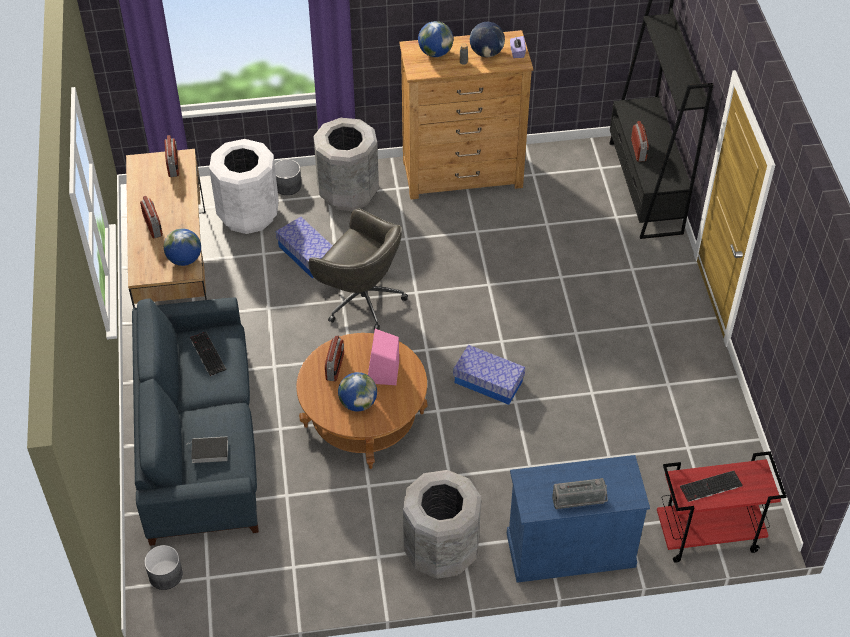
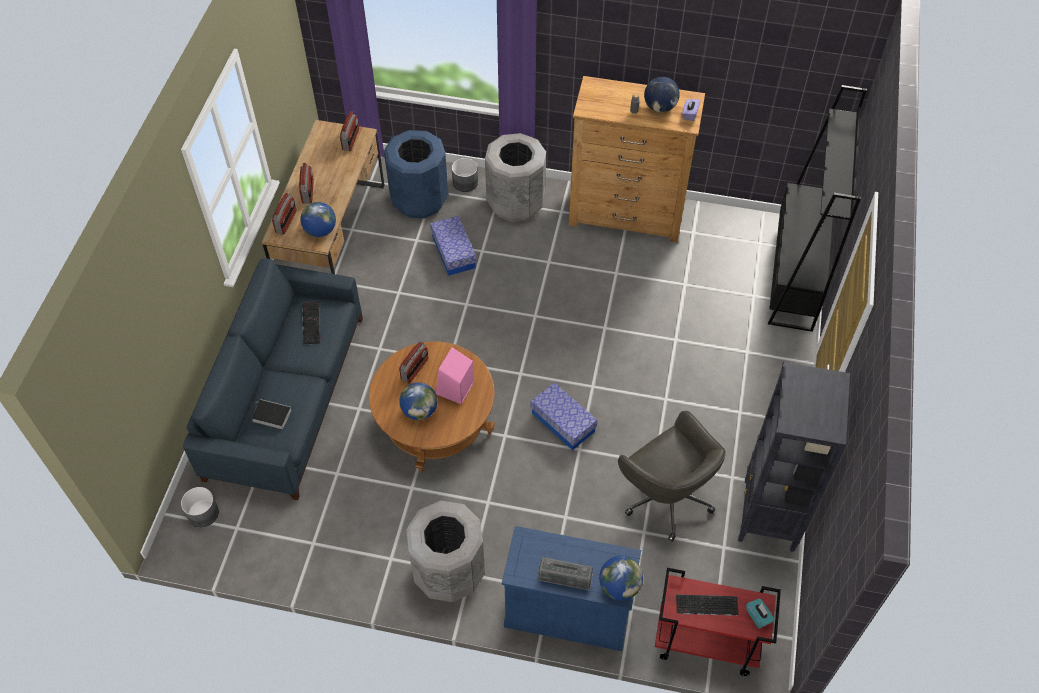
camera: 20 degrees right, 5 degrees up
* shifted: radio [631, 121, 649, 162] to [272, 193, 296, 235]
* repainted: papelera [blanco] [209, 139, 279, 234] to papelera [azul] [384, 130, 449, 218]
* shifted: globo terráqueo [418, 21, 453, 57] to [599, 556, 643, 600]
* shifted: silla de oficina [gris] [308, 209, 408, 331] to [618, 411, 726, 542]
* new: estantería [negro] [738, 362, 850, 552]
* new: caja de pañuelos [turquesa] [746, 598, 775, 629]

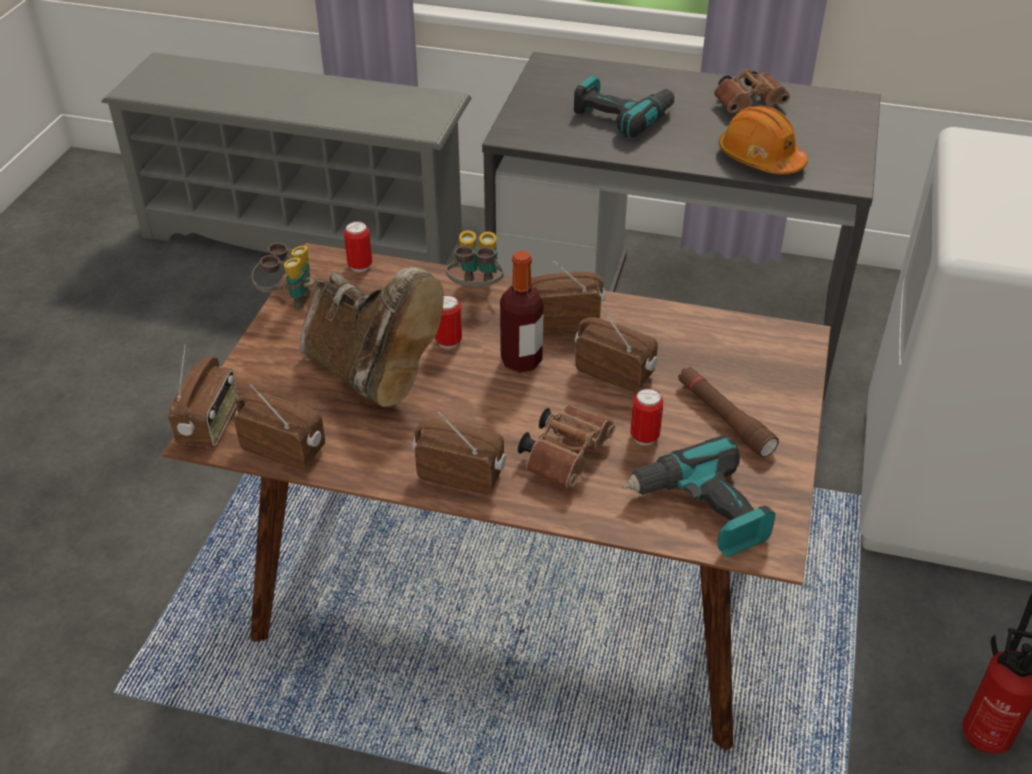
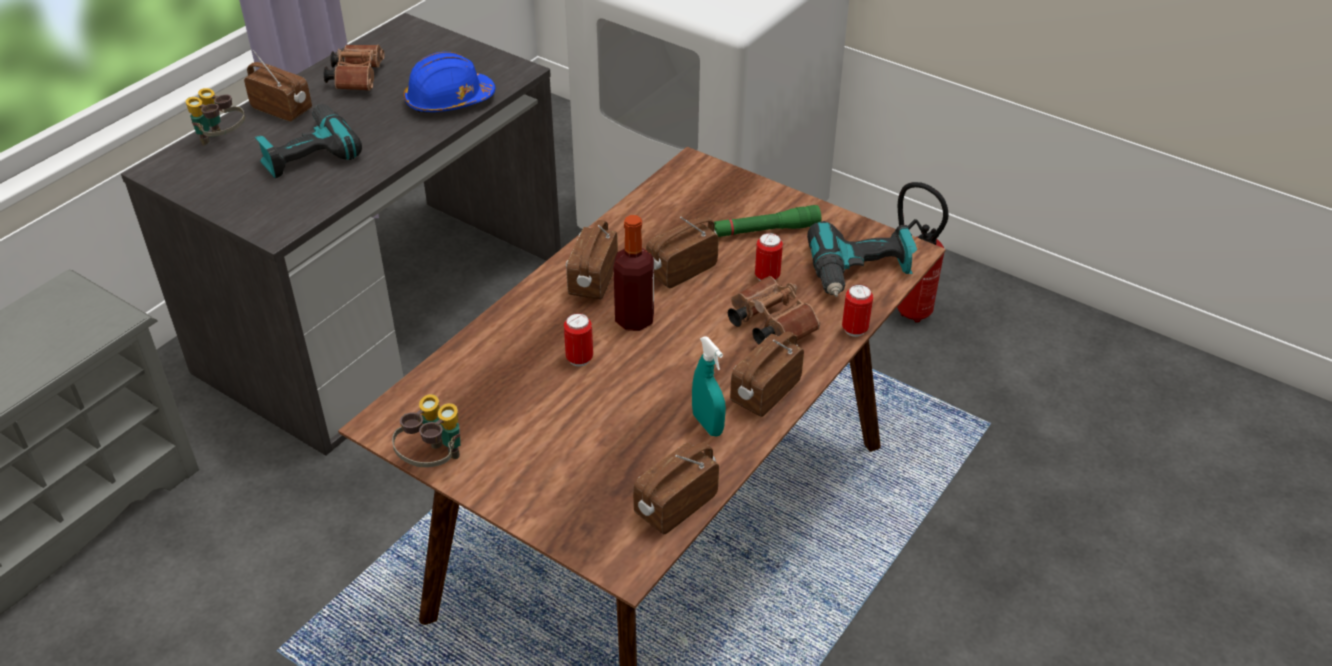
camera: 70 degrees left, 0 degrees up
* shifted: prismáticos [446, 230, 504, 287] to [186, 88, 245, 146]
* shifted: radio [168, 345, 238, 448] to [244, 50, 312, 121]
* repainted: casco [naranja] [719, 106, 808, 174] to casco [azul] [404, 52, 496, 113]
* new: pulverizador [turquesa] [692, 336, 726, 437]
* repainted: linterna [marrón] [678, 366, 779, 457] to linterna [verde] [714, 205, 821, 237]
* shifted: lata [344, 221, 372, 272] to [842, 284, 873, 337]
* gone: bota [marrón] [300, 267, 443, 407]

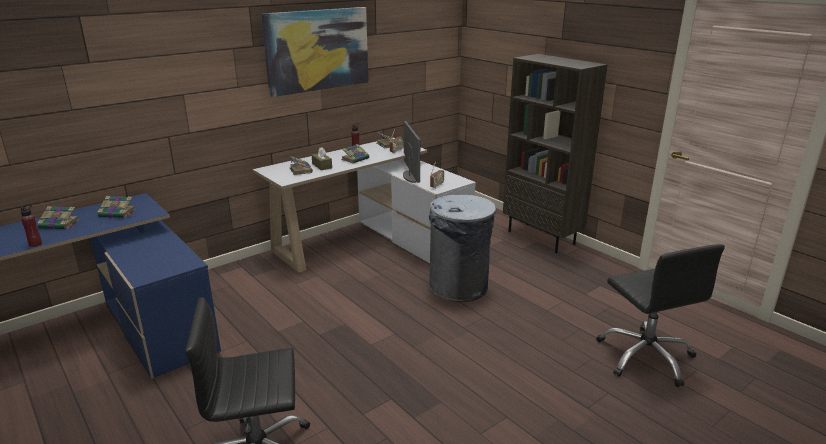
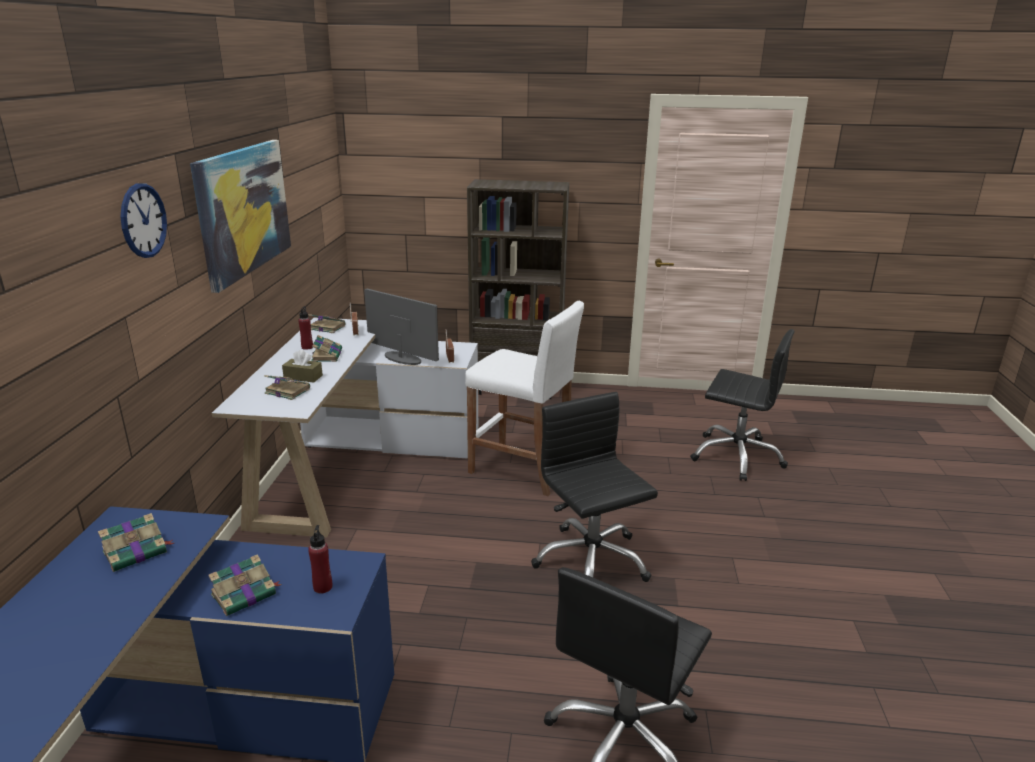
camera: 45 degrees left, 0 degrees up
* new: reloj de pared [121, 183, 167, 258]
* shifted: libro [38, 206, 79, 229] to [208, 554, 282, 616]
* shifted: botella [rojo] [20, 204, 42, 247] to [308, 525, 332, 594]
* swapped: papelera [gris] [429, 195, 496, 302] to taburete [blanco] [465, 301, 584, 496]
* new: silla de oficina [negro] [531, 392, 658, 582]

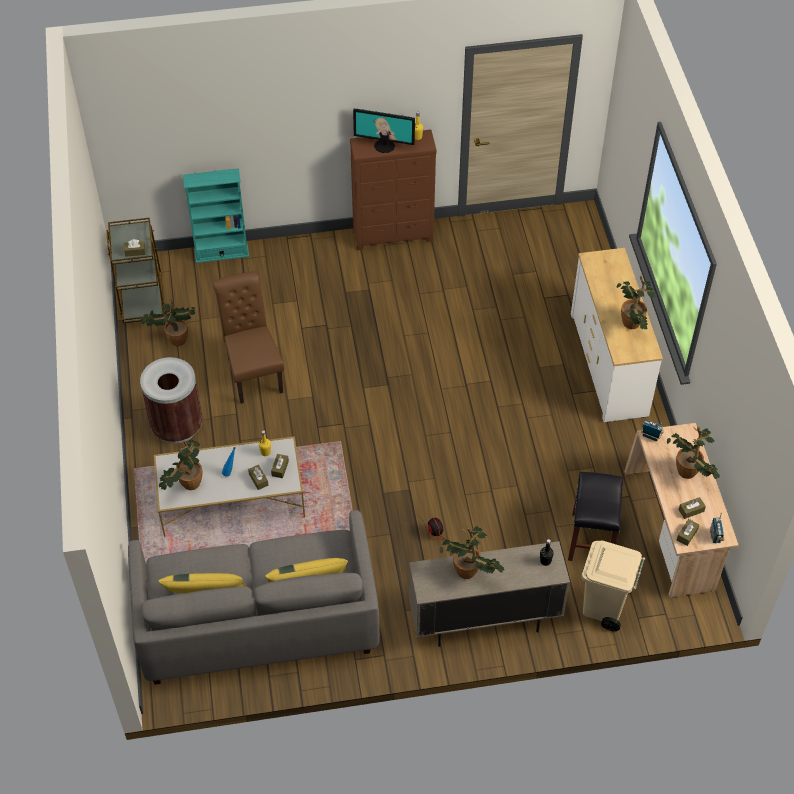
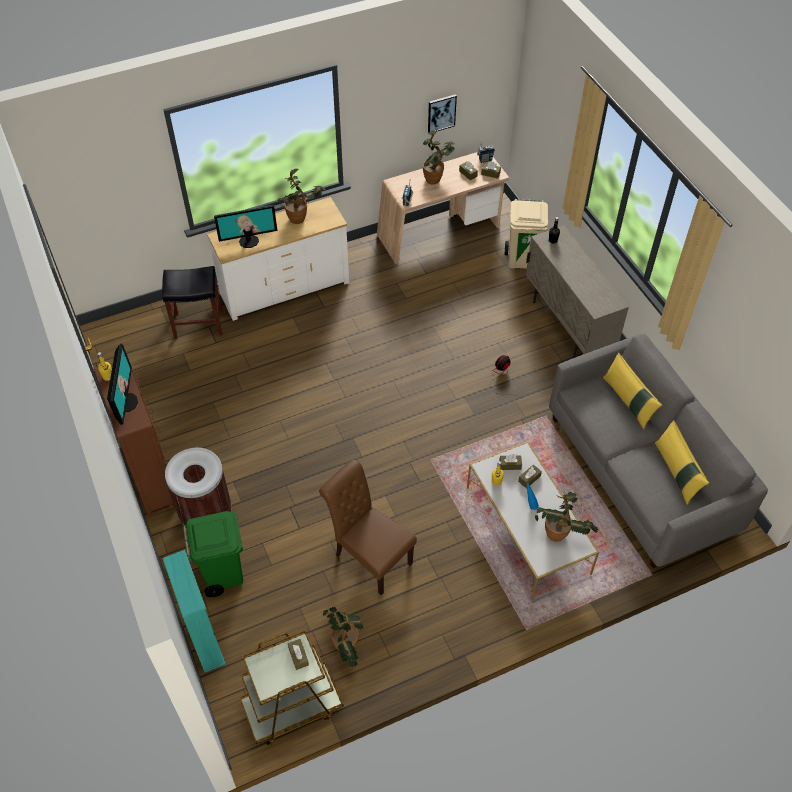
camera: 105 degrees left, 0 degrees up
* shifted: taburete [negro] [568, 472, 623, 561] to [162, 266, 222, 339]
* shifted: papelera [marrón] [140, 357, 202, 444] to [165, 447, 232, 525]
* new: papelera [verde] [183, 511, 243, 597]
* new: monitor [214, 205, 277, 248]
* rotated: silla [marrón] [213, 271, 284, 404] = [319, 459, 417, 595] 75 degrees clockwise
* new: cuadro [428, 94, 457, 133]
* gone: planta en maceta [440, 526, 504, 579]

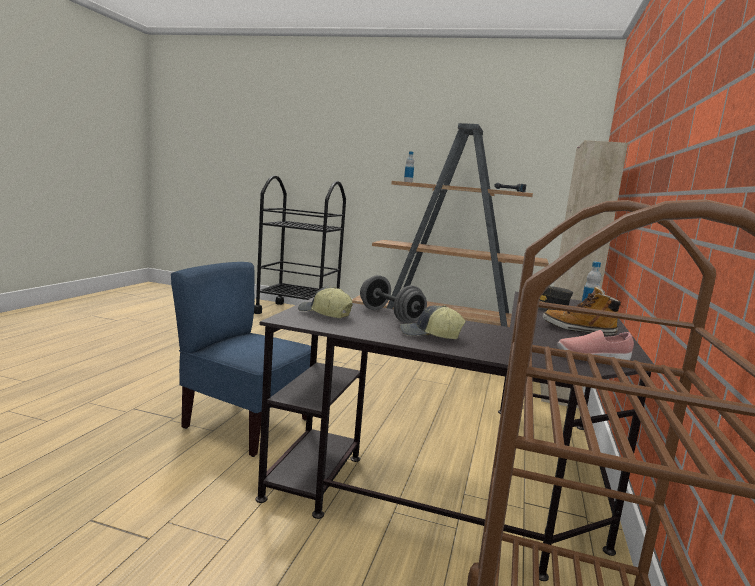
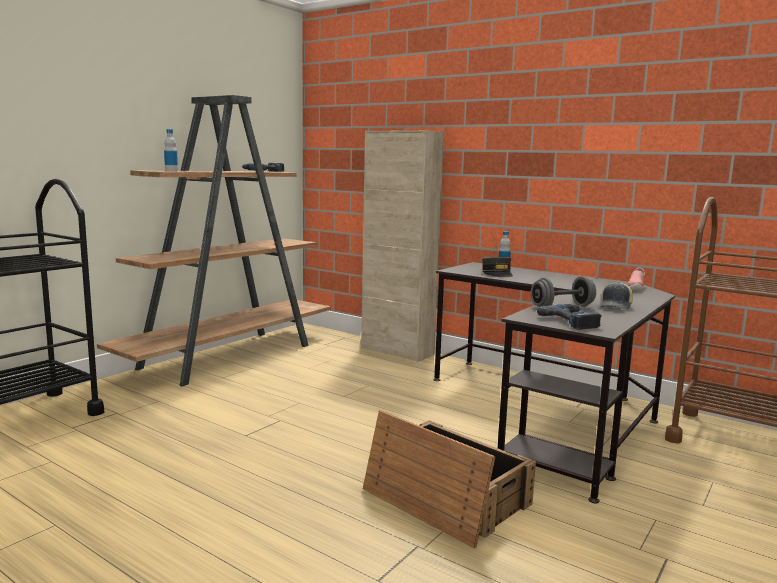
camera: 70 degrees left, 0 degrees up
* swapped: silla [azul] [171, 262, 311, 457] to caja de embalaje [363, 411, 536, 548]
* swapped: gorra [298, 286, 353, 318] to taladro [537, 304, 602, 330]
* gone: bota [543, 286, 622, 335]

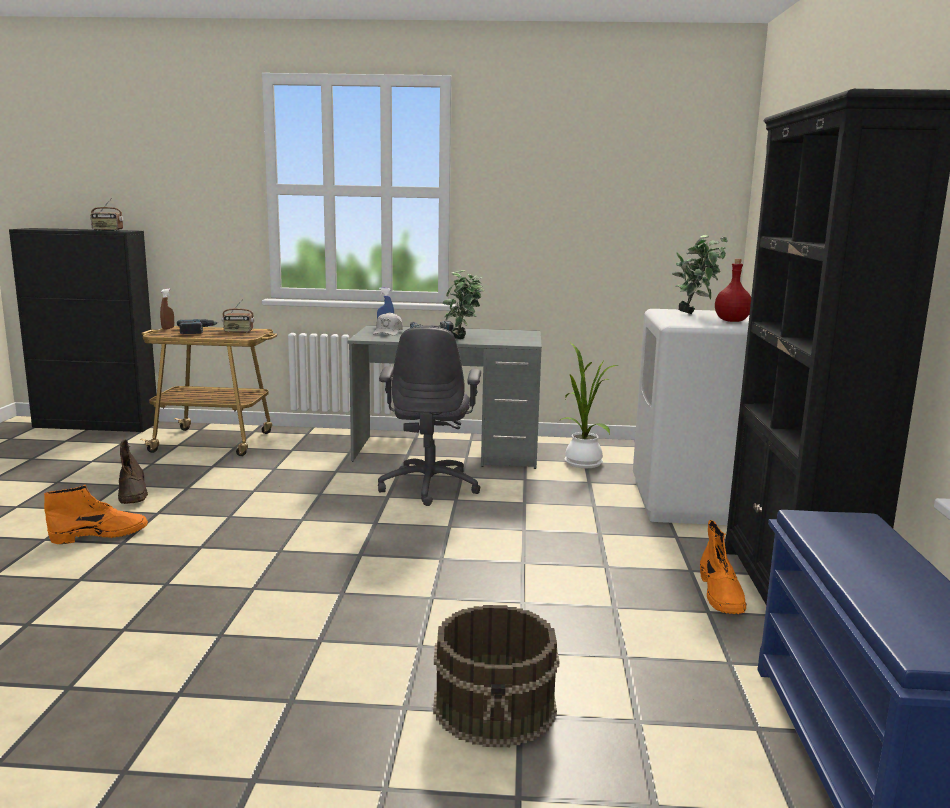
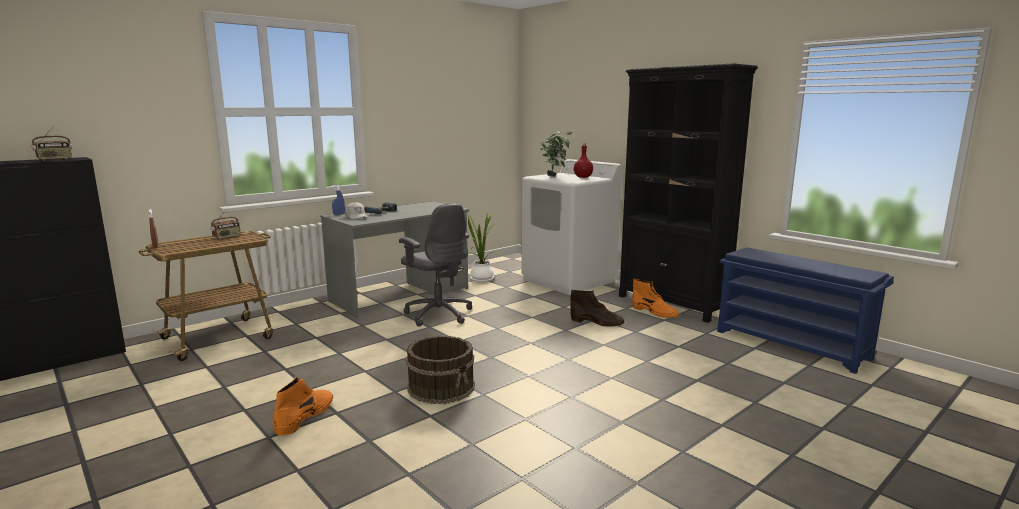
camera: 45 degrees left, 0 degrees up
* shifted: cubo [marrón] [433, 605, 560, 747] to [406, 336, 475, 404]
* shifted: bota [marrón] [118, 440, 148, 504] to [570, 290, 625, 327]
* gone: taladro [177, 319, 218, 334]
* gone: planta en maceta [442, 270, 484, 339]

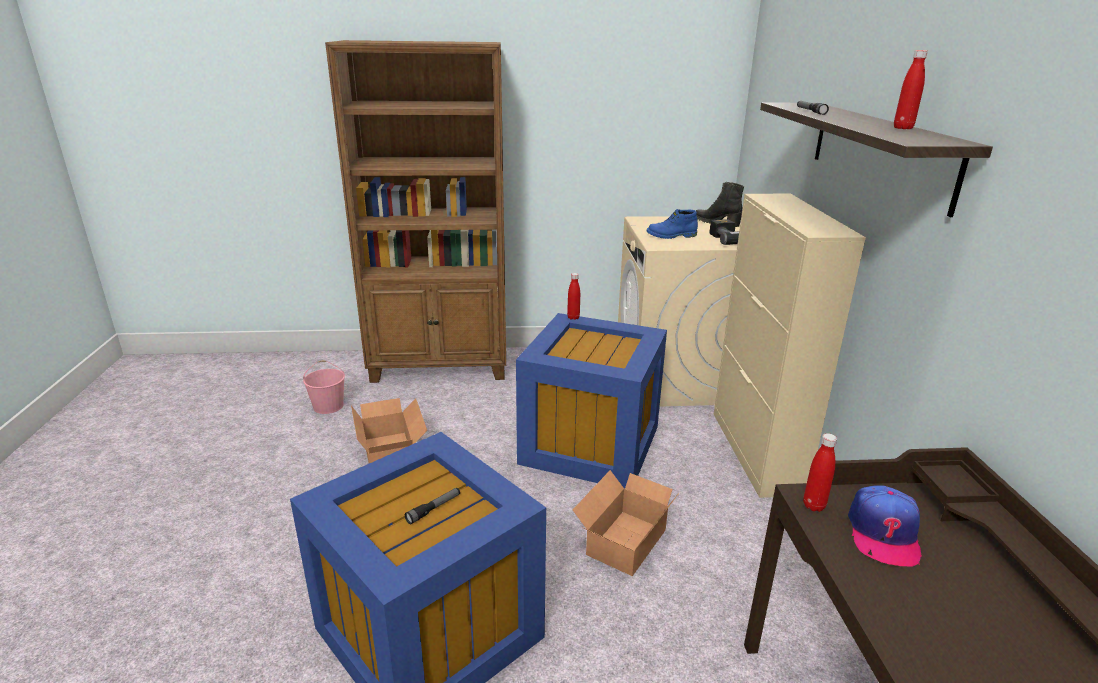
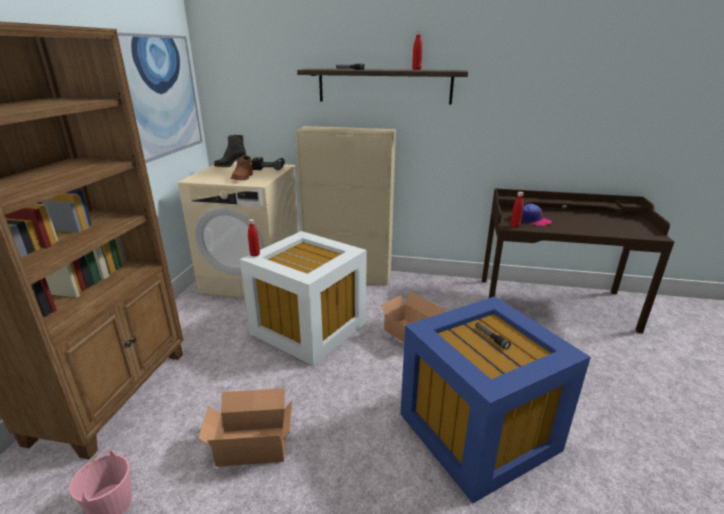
camera: 75 degrees left, 0 degrees up
* new: cuadro [117, 32, 202, 163]
* repainted: bota [azul] [646, 209, 698, 239] to bota [marrón] [231, 156, 253, 180]
* repainted: caja de almacenaje [azul] [516, 313, 667, 489] to caja de almacenaje [blanco] [240, 231, 367, 366]

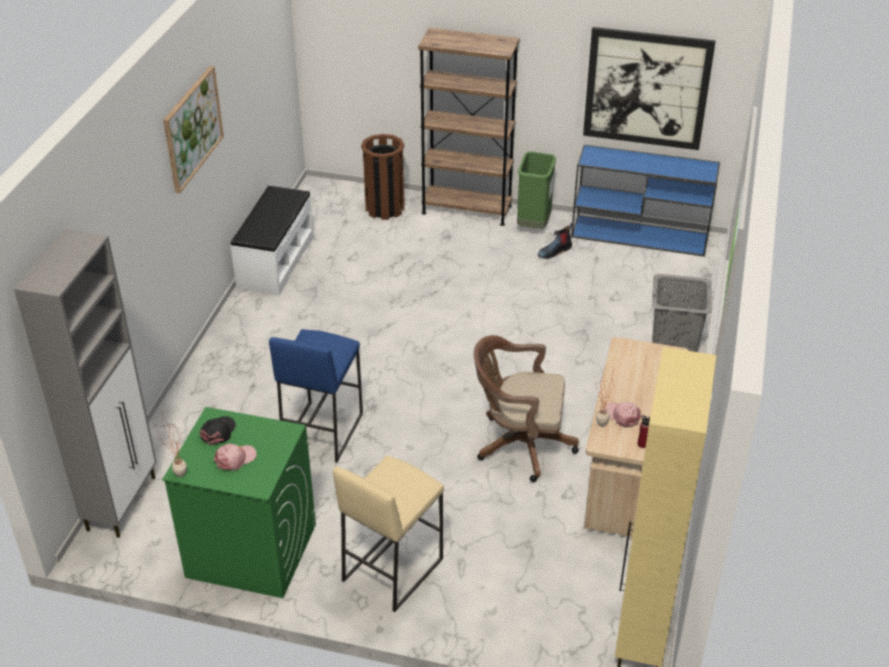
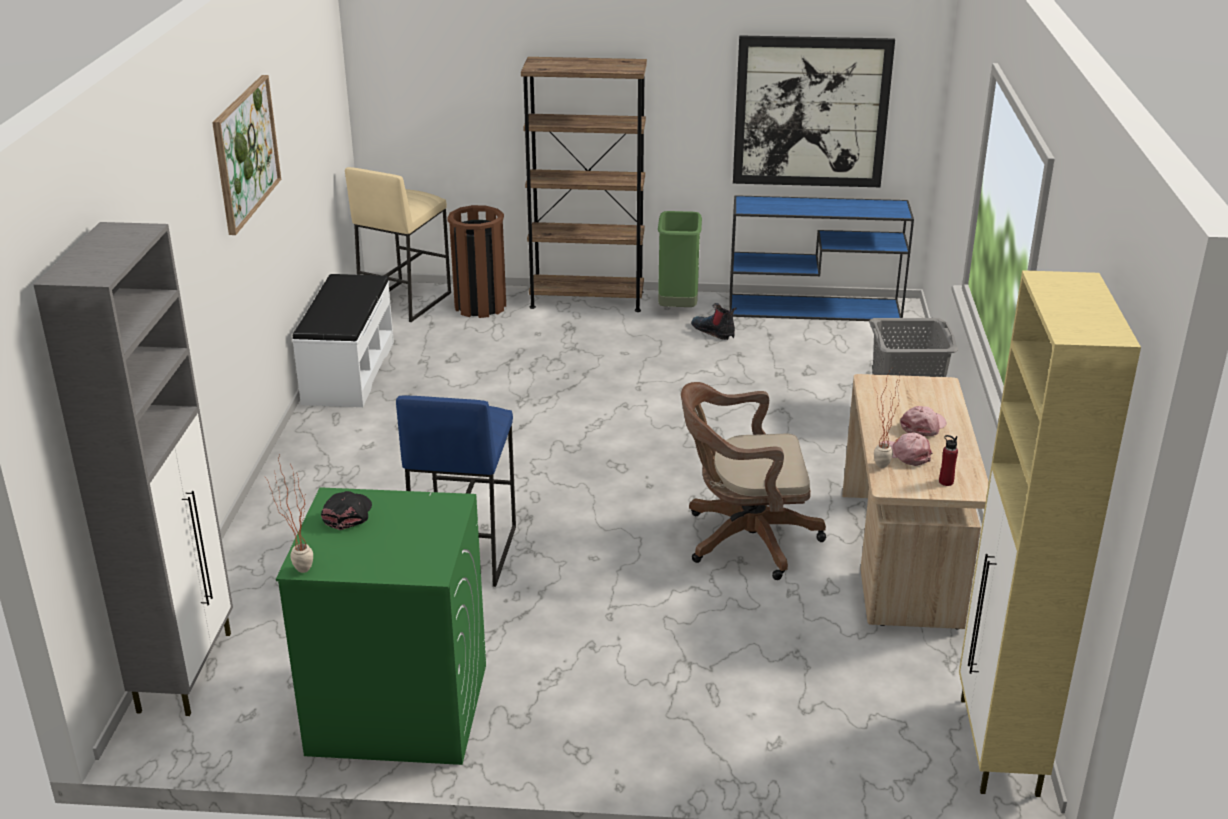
camera: 10 degrees left, 10 degrees down
* shifted: taburete [beis] [333, 455, 444, 612] to [345, 167, 451, 322]
* rotated: bota [538, 222, 574, 259] = [691, 303, 737, 340] 90 degrees clockwise
* shifted: gorra [rosa] [214, 444, 257, 471] to [900, 406, 946, 436]

